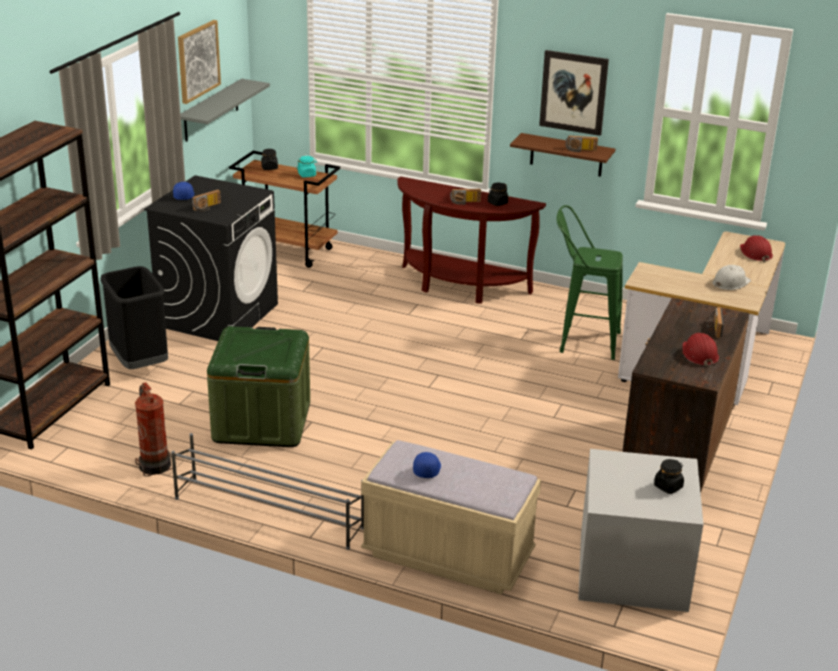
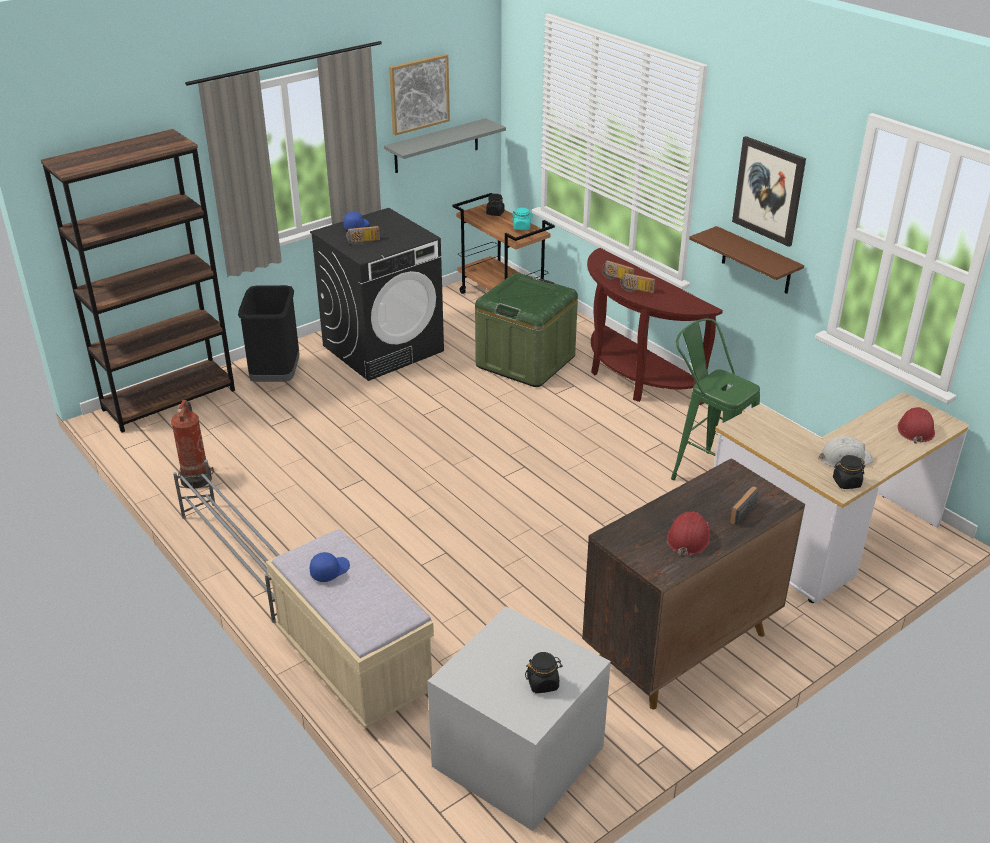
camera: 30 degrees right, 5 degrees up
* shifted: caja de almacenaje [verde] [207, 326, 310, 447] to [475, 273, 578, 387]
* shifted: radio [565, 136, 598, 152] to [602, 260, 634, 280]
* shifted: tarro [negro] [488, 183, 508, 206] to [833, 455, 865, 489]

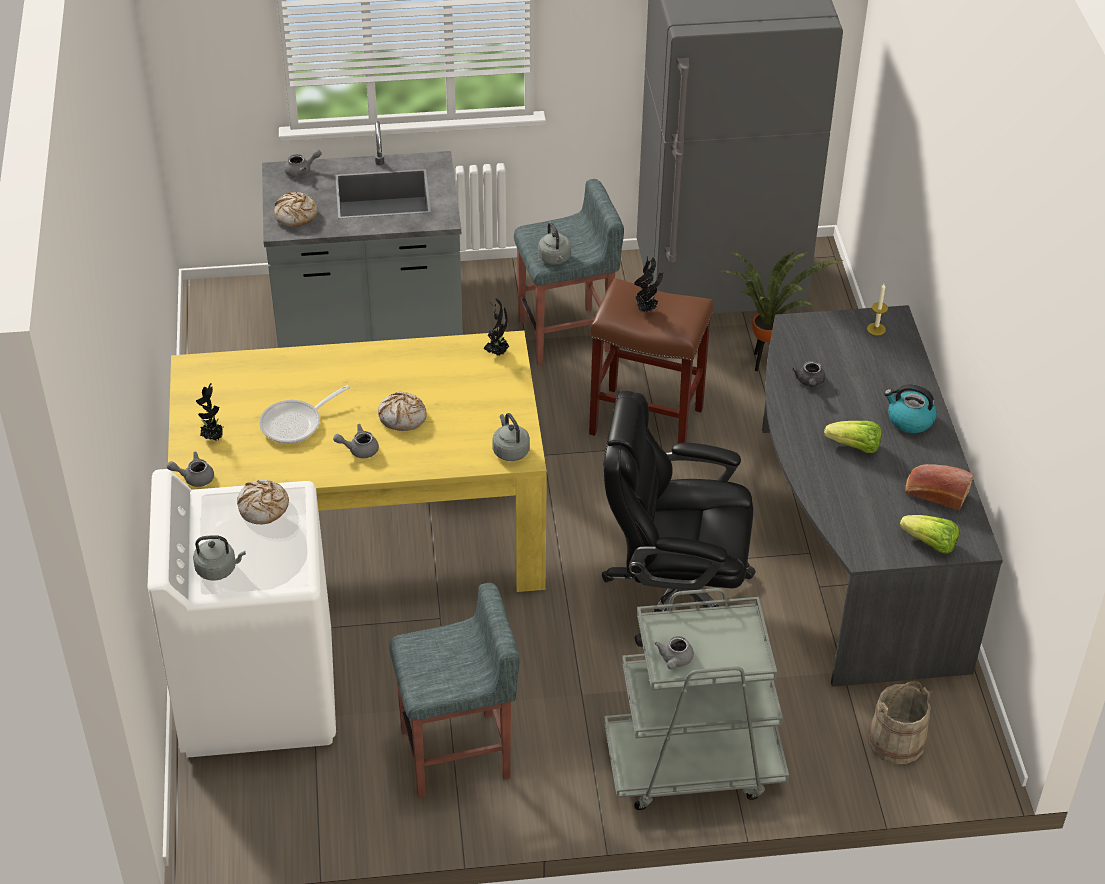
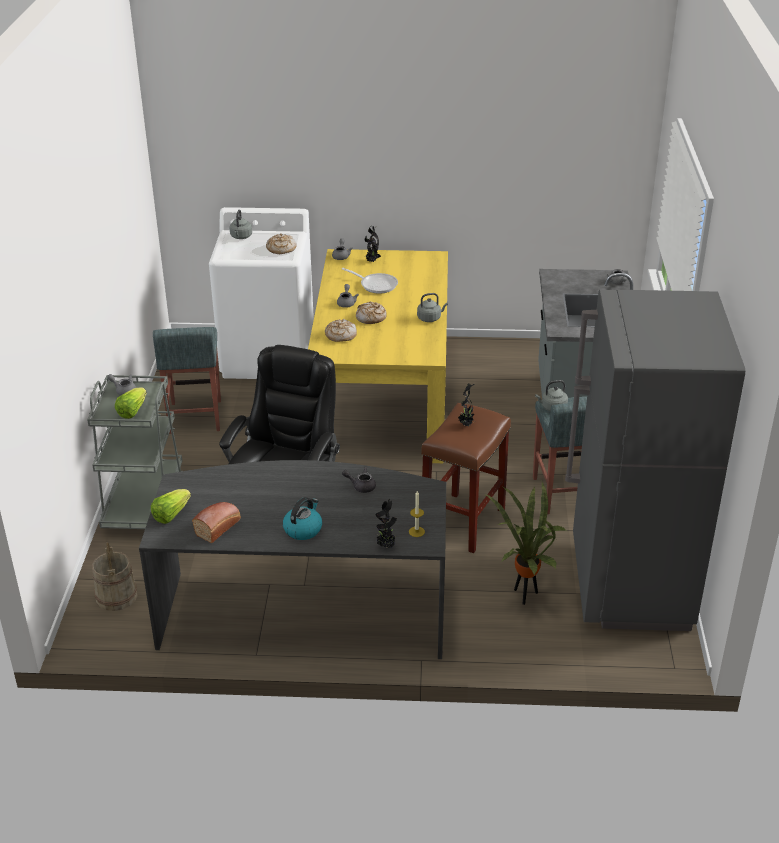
camera: 100 degrees right, 10 degrees down
* shifted: lechuga [824, 421, 881, 453] to [115, 387, 147, 419]
* shifted: pan [274, 192, 318, 227] to [325, 319, 357, 342]
* rotated: sartén [259, 385, 350, 444] = [342, 268, 398, 294] 150 degrees clockwise
* shifted: planta en maceta [483, 298, 509, 356] to [375, 498, 397, 548]
* shifted: hervidor [gris] [492, 413, 530, 461] to [417, 293, 448, 322]

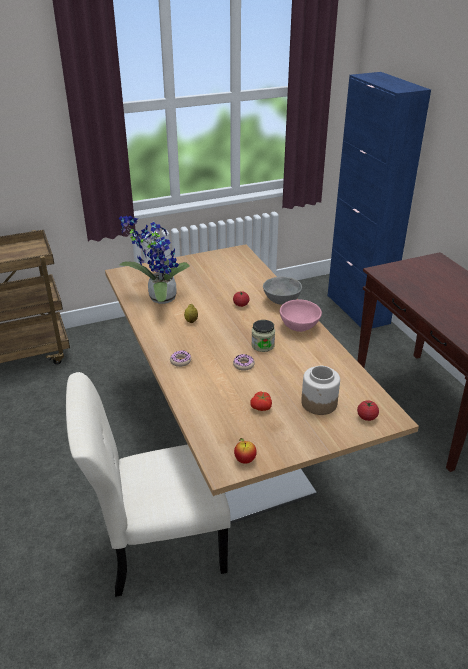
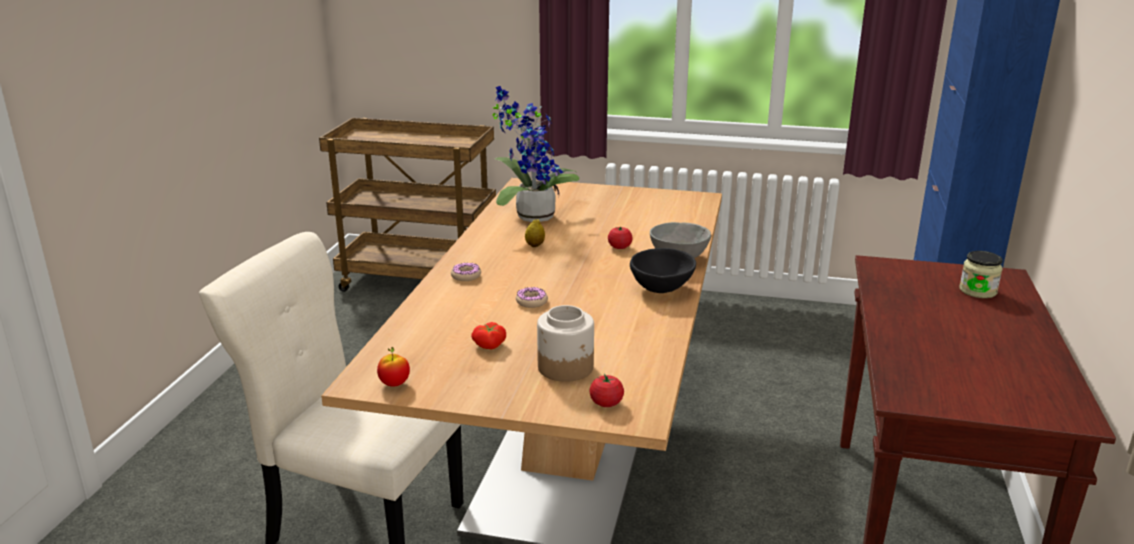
camera: 35 degrees right, 10 degrees down
* repainted: cuenco [rosa] [280, 299, 322, 332] to cuenco [negro] [630, 248, 696, 293]
* shifted: tarro [251, 320, 275, 352] to [959, 251, 1003, 298]

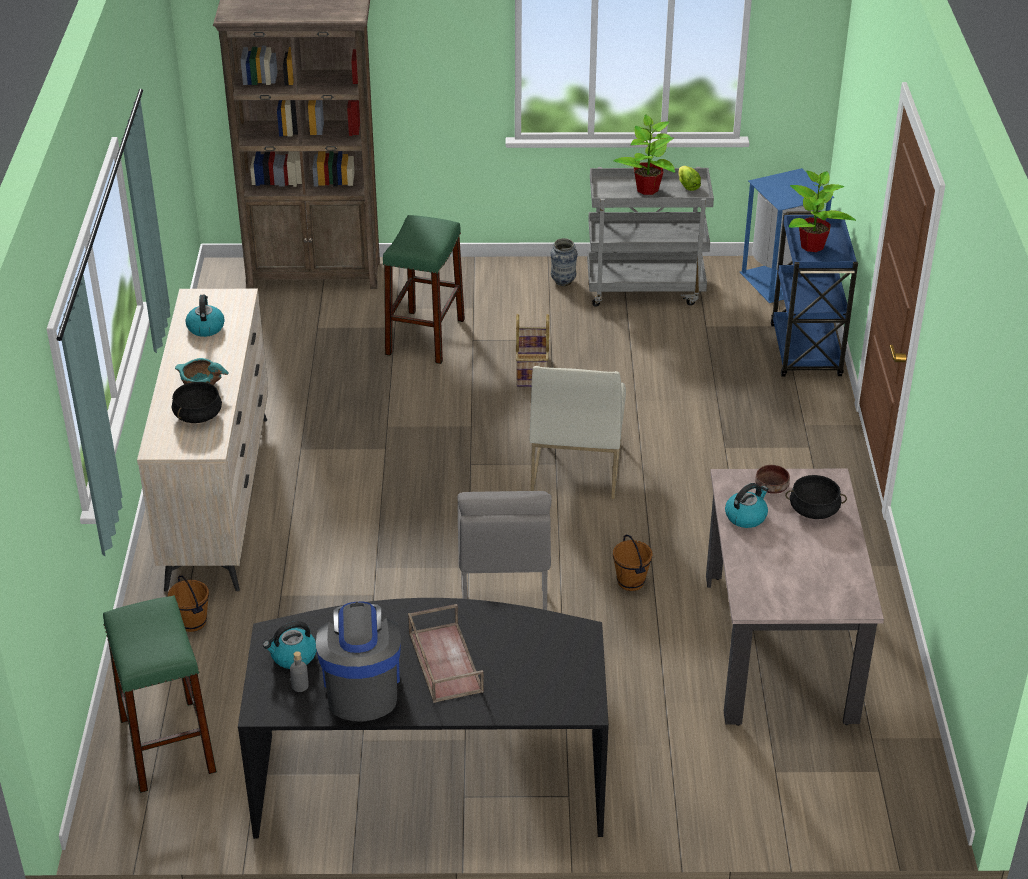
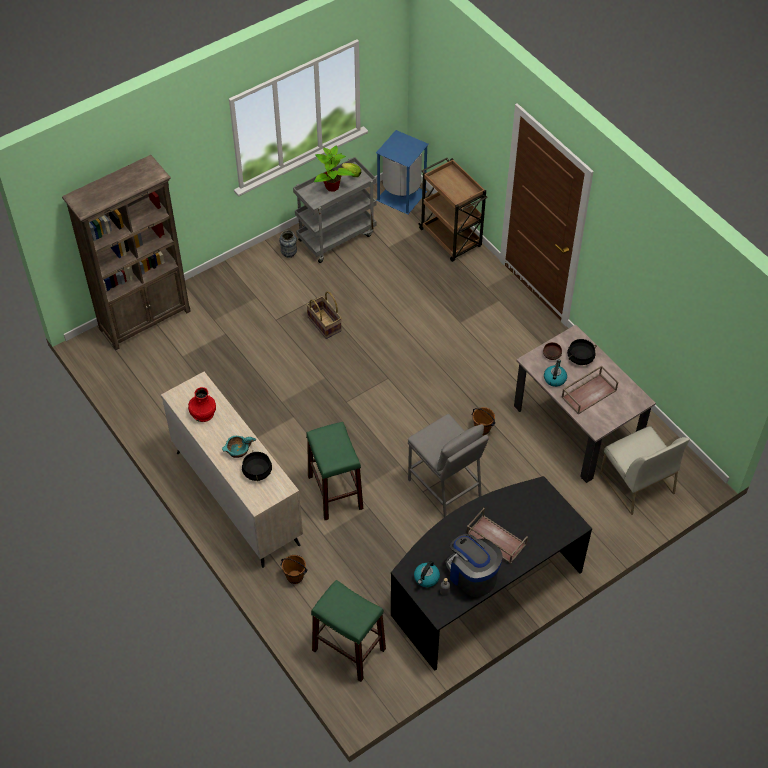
camera: 35 degrees left, 15 degrees up
* swapped: hervidor [186, 295, 225, 337] to florero [rojo] [188, 387, 216, 422]
* shifted: taburete [verde] [383, 215, 465, 364] to [306, 422, 363, 520]
* repainted: carrito [azul] [770, 211, 858, 377] to carrito [marrón] [418, 158, 488, 262]
* new: bandeja [marrón] [562, 366, 618, 414]
* shifted: silla [blanco] [530, 366, 626, 499] to [600, 426, 690, 515]
* gone: planta en maceta [789, 171, 856, 252]

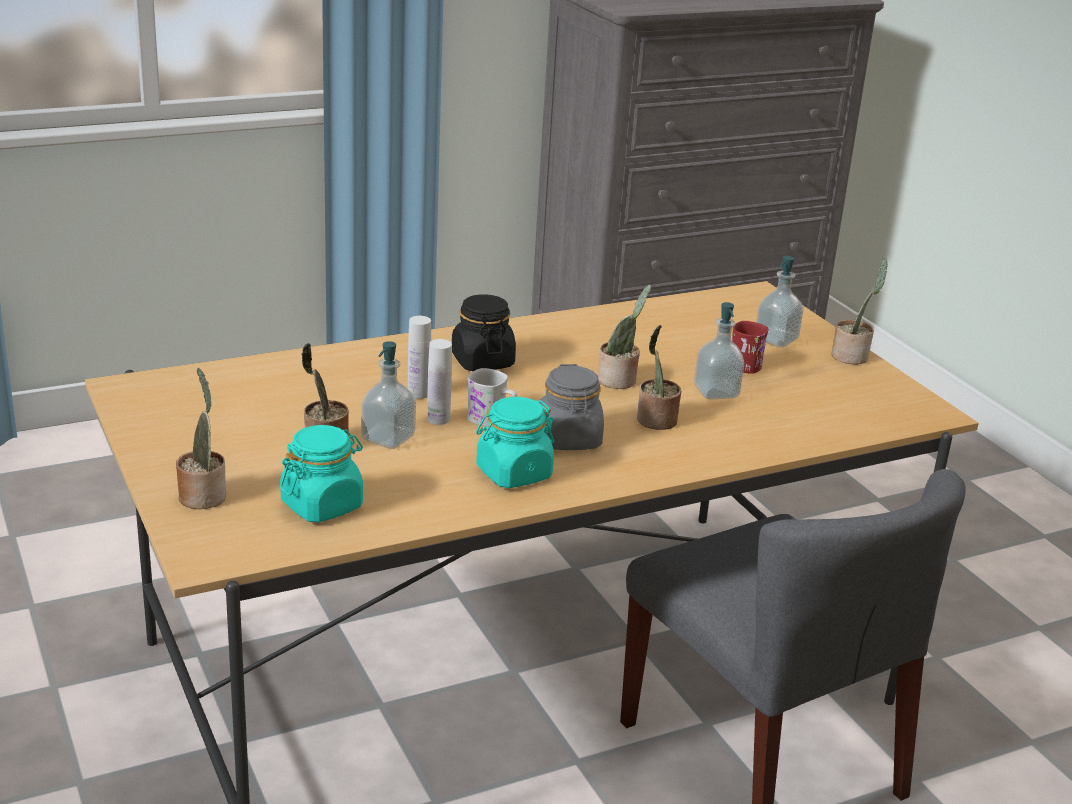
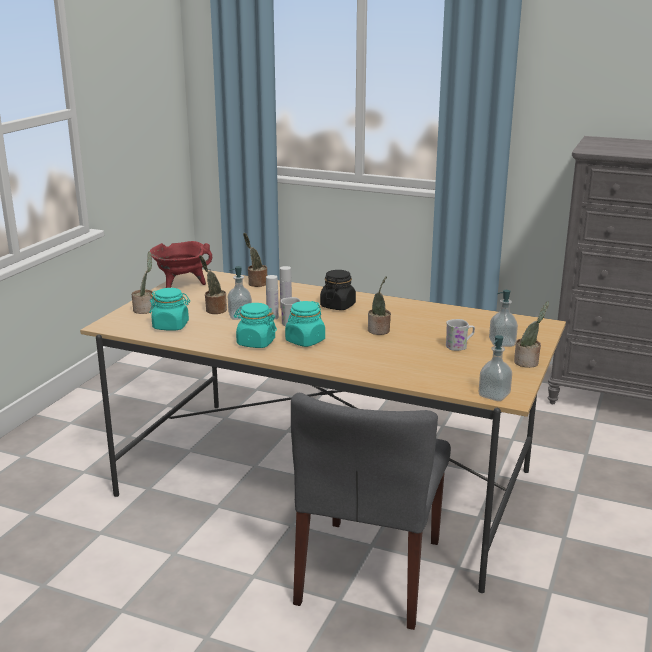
camera: 50 degrees right, 5 degrees down
* new: olla [rojo] [150, 241, 212, 288]
* shifted: planta en maceta [637, 325, 681, 430] to [243, 233, 267, 287]
* repainted: tarro [gris] [539, 364, 604, 450] to tarro [turquesa] [285, 301, 325, 347]
* repainted: taza grande [rojo] [732, 321, 768, 374] to taza grande [blanco] [446, 319, 475, 351]
* shifted: dispensador de jabón [694, 302, 744, 400] to [479, 335, 512, 401]

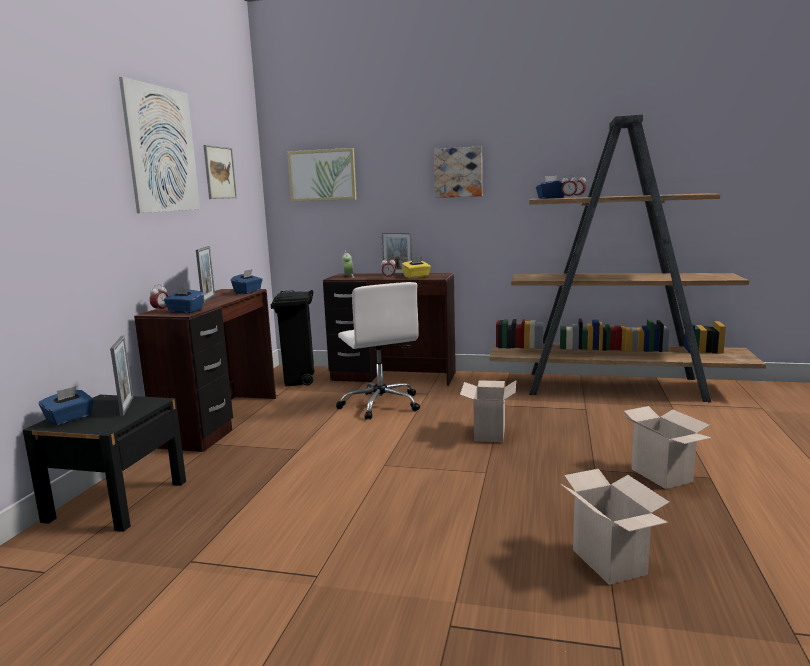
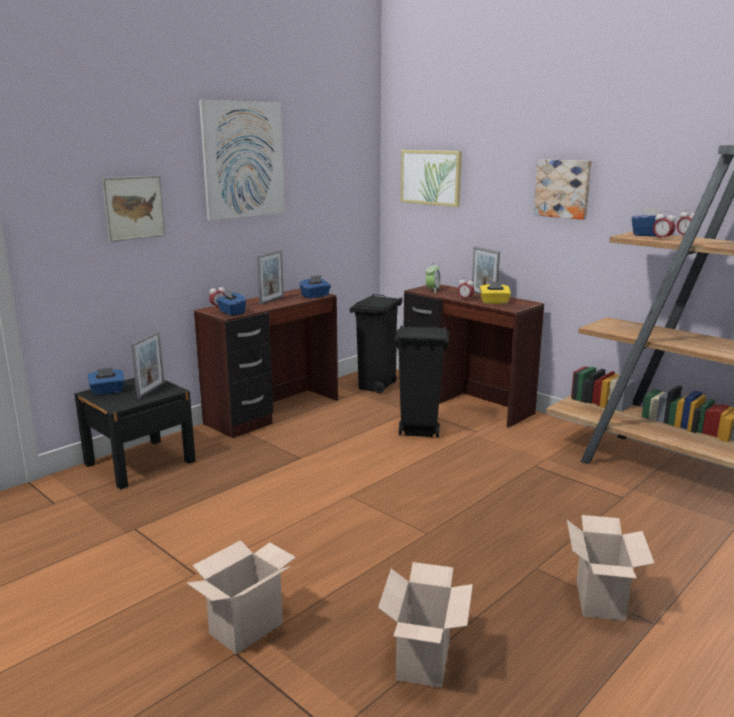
camera: 30 degrees right, 5 degrees up
* shifted: cuadro [203, 145, 237, 199] to [102, 175, 165, 242]
* shifted: caja de cartón [460, 380, 516, 443] to [187, 540, 296, 654]
* swapped: silla de oficina [blanco] [336, 282, 420, 420] to papelera [negro] [394, 325, 449, 438]

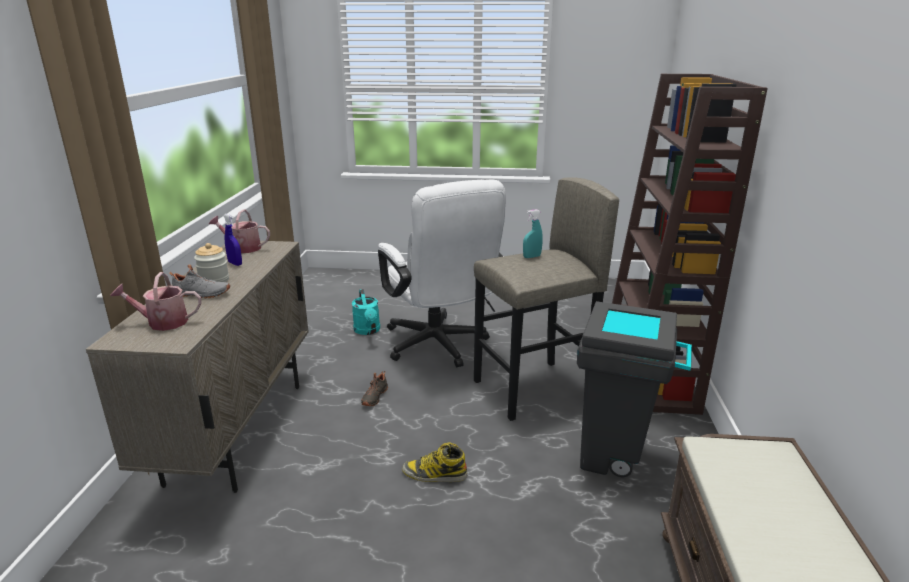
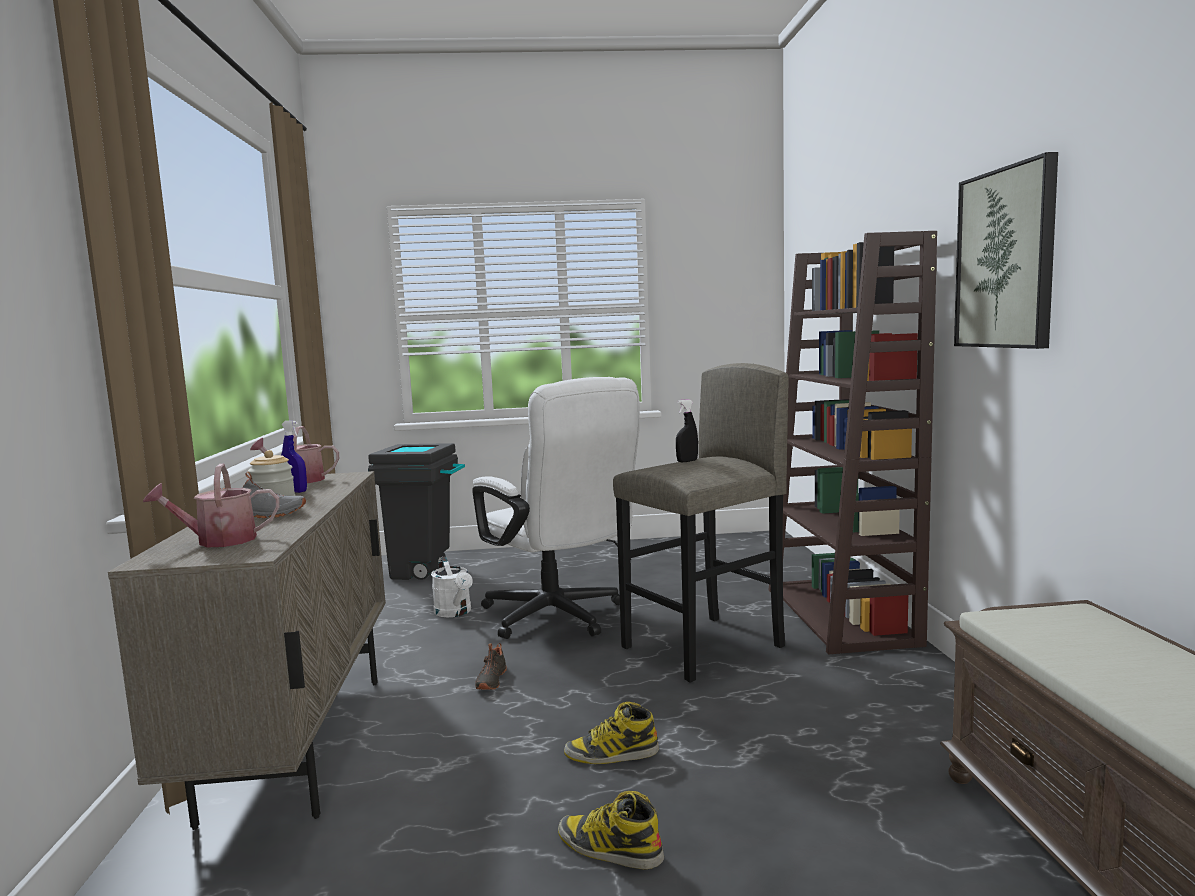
camera: 10 degrees left, 15 degrees down
* shifted: papelera [gris] [577, 301, 692, 477] to [368, 443, 465, 580]
* repainted: regadera [turquesa] [352, 289, 380, 335] to regadera [blanco] [431, 556, 473, 617]
* new: bota [558, 791, 664, 869]
* repainted: pulverizador [turquesa] [523, 209, 543, 258] to pulverizador [negro] [676, 399, 698, 462]
* new: cuadro [954, 152, 1058, 349]

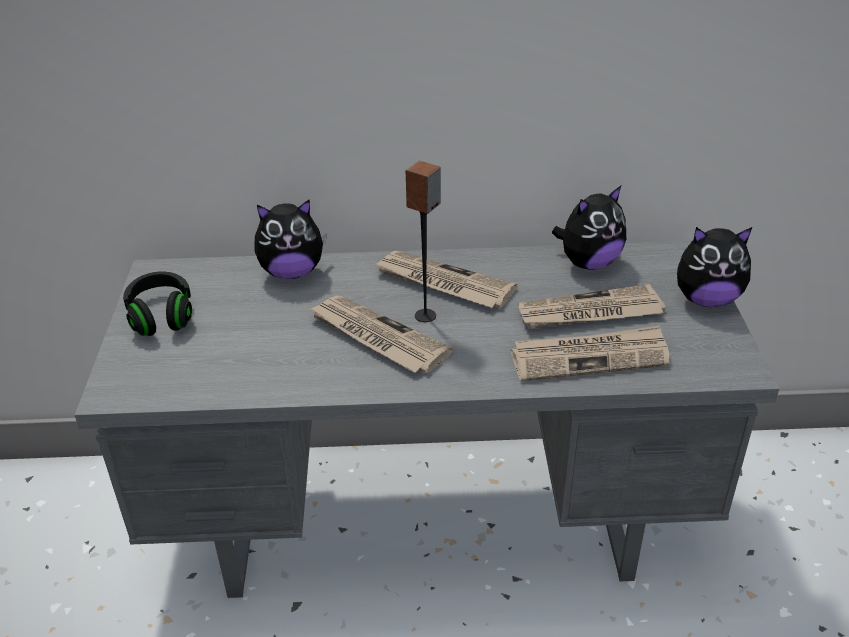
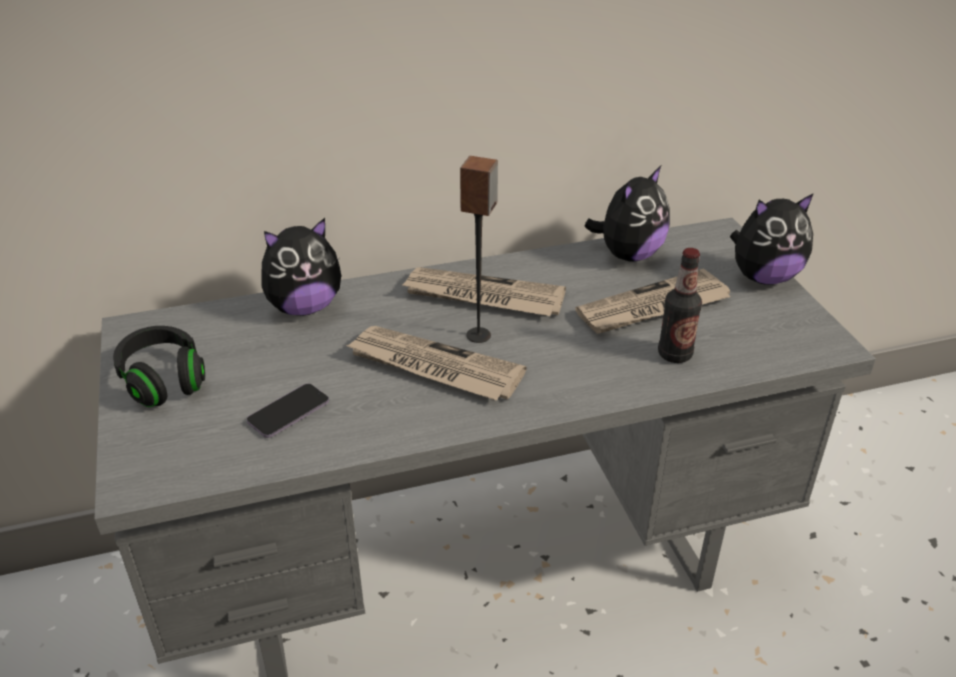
camera: 15 degrees left, 0 degrees up
* new: móvil [247, 383, 329, 438]
* swapped: periódico [511, 325, 669, 381] to botella [658, 248, 702, 363]

